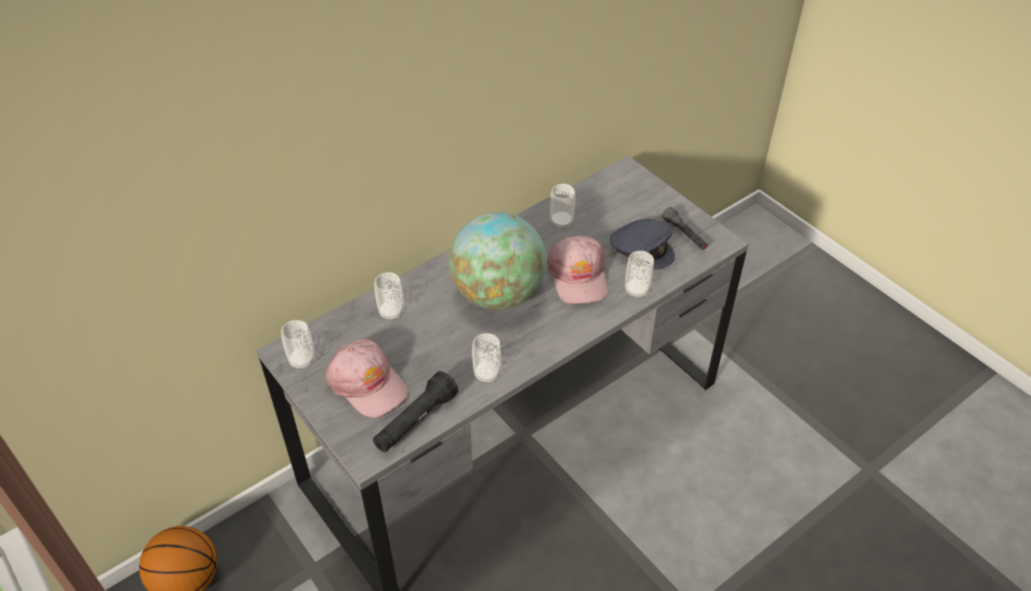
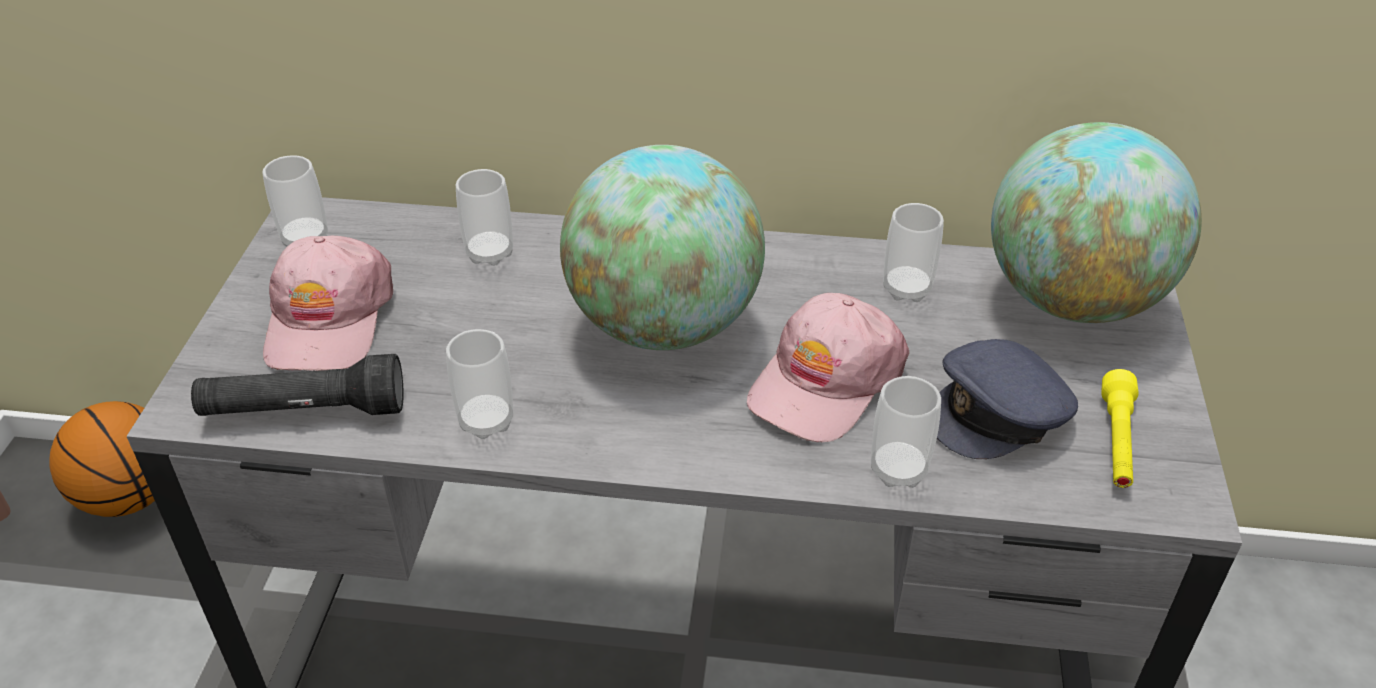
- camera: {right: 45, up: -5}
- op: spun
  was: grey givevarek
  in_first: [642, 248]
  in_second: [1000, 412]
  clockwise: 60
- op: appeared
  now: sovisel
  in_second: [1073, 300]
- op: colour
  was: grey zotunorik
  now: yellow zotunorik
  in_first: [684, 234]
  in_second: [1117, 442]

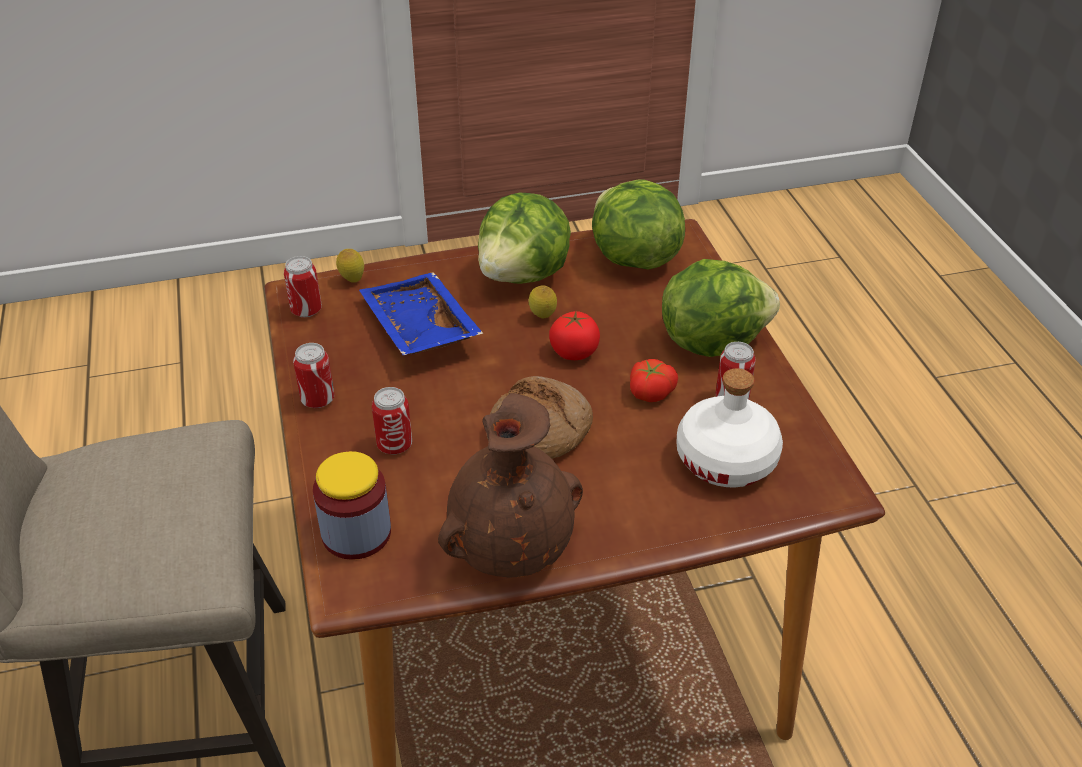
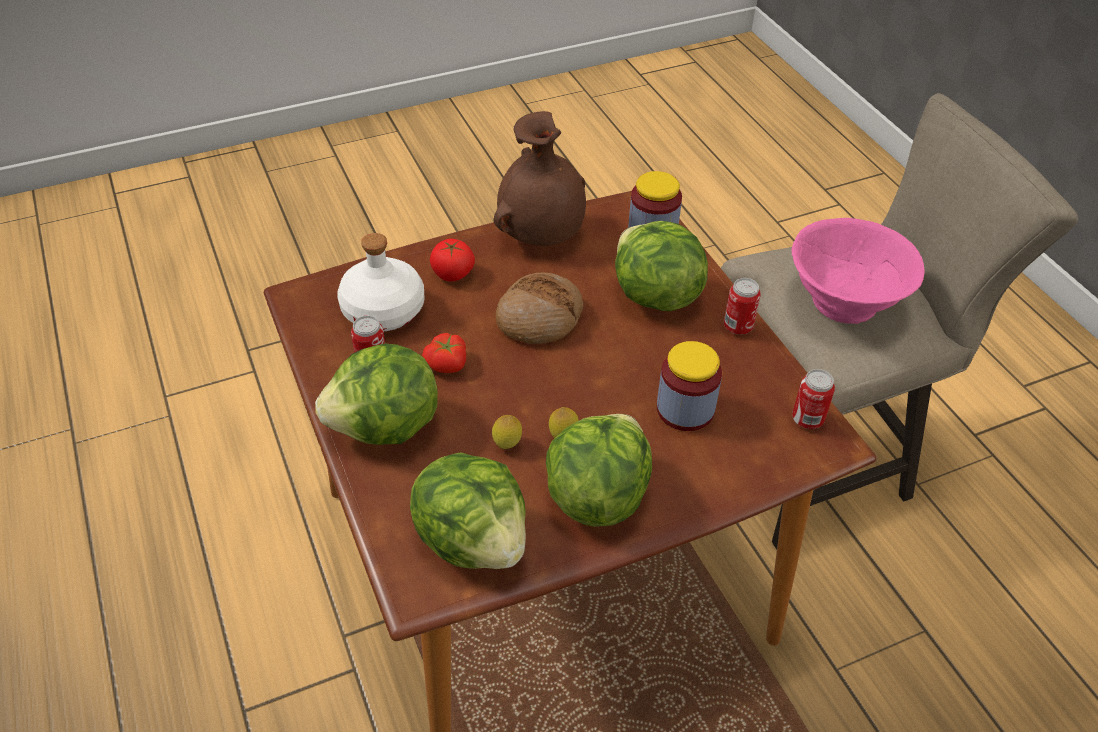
- camera: {right: 170, up: 5}
- op: relocated
  was: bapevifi
  in_first: [574, 351]
  in_second: [452, 274]
- op: relocated
  was: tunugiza
  in_first: [352, 280]
  in_second: [507, 445]
- op: exchanged
  was: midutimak
  now: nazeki
  in_first: [394, 445]
  in_second: [654, 296]
- op: exchanged
  was: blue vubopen
  now: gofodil
  in_first: [417, 329]
  in_second: [685, 409]
- op: appeared
  now: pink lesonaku
  in_second: [844, 301]

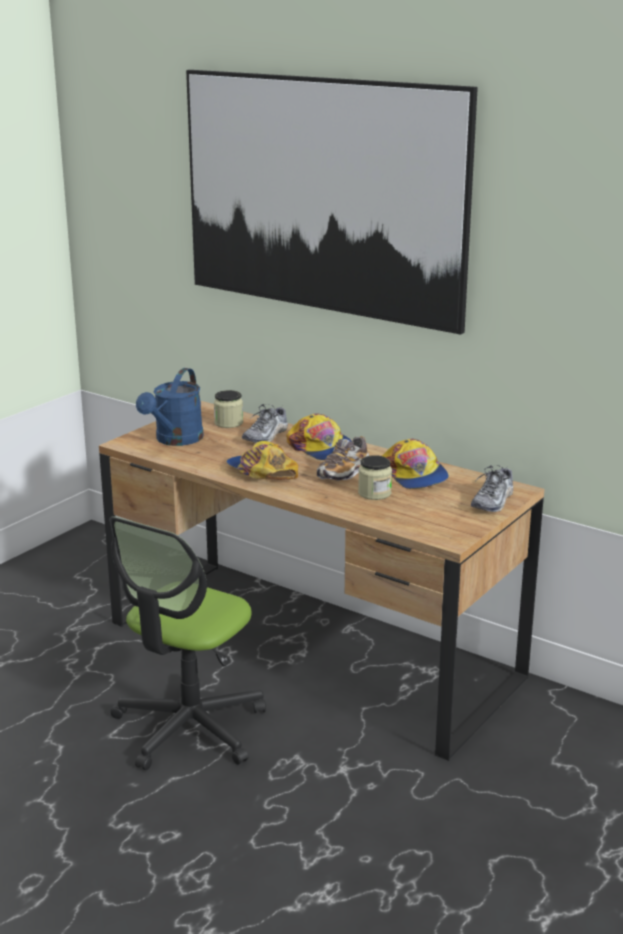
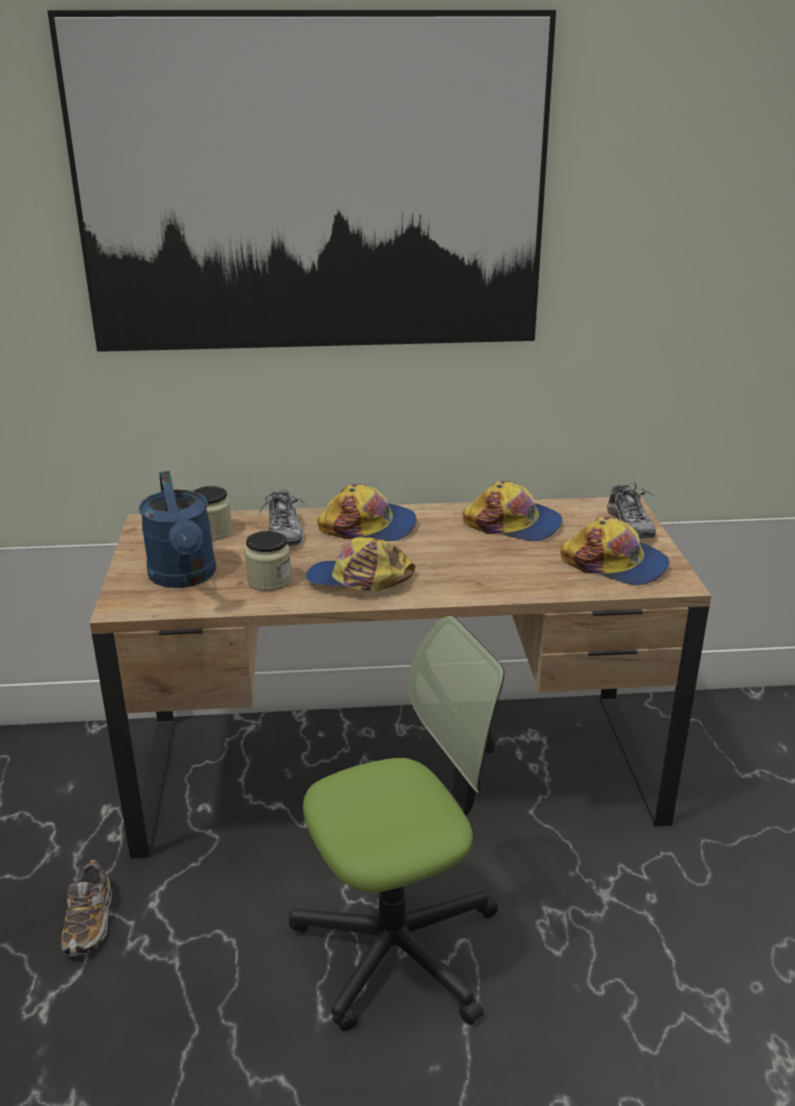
- camera: {right: -40, up: 5}
- op: relocated
  was: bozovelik
  in_first: [343, 473]
  in_second: [89, 922]
- op: relocated
  was: gofodil
  in_first: [374, 493]
  in_second: [269, 580]
- op: spun
  was: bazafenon
  in_first: [189, 727]
  in_second: [398, 945]
  clockwise: -105
- op: appeared
  now: givevarek
  in_second: [615, 564]

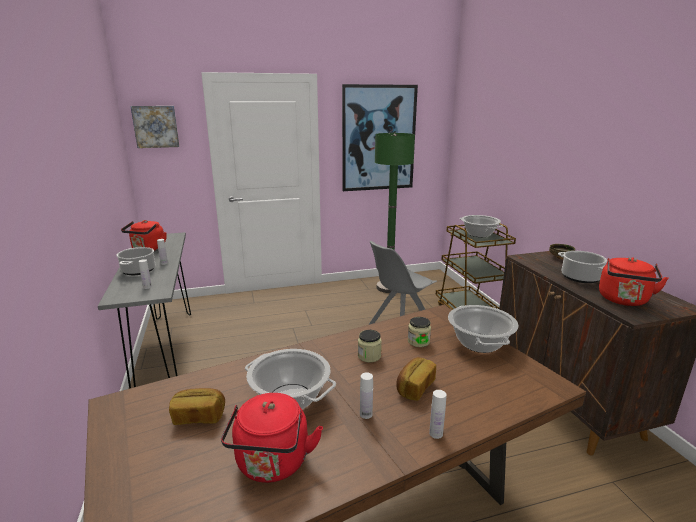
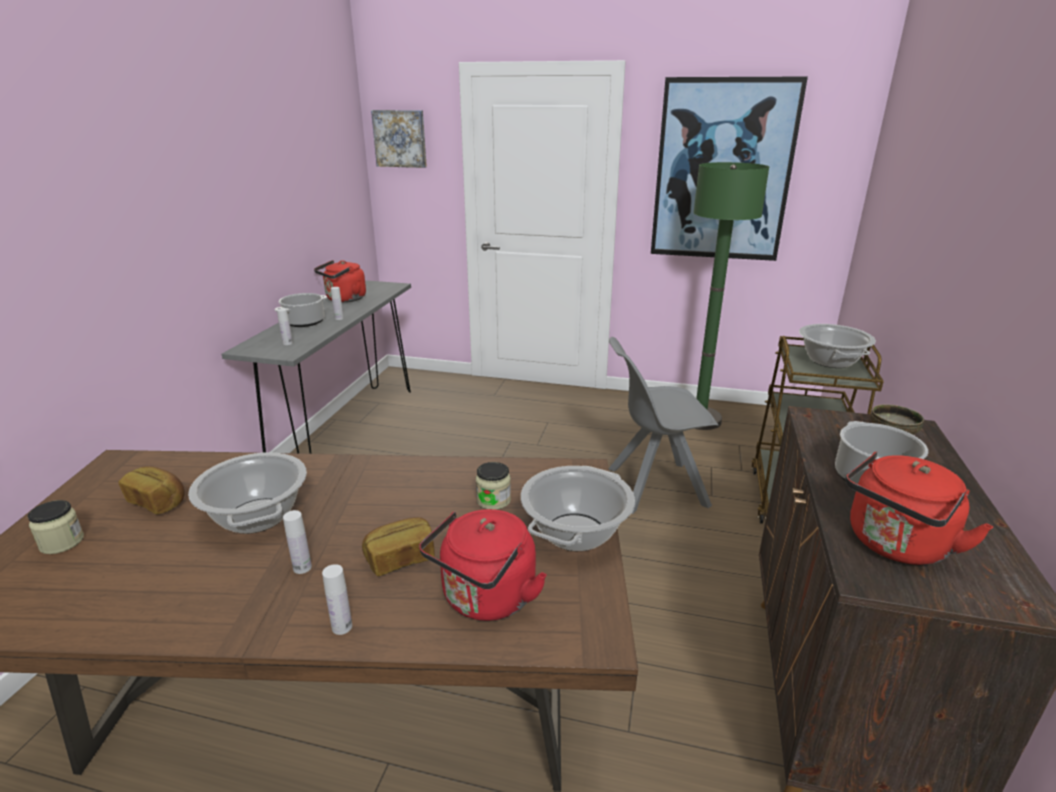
- camera: {right: 30, up: 5}
- op: relocated
  was: gofodil
  in_first: [369, 356]
  in_second: [62, 542]
- op: relocated
  was: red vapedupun
  in_first: [272, 464]
  in_second: [486, 600]

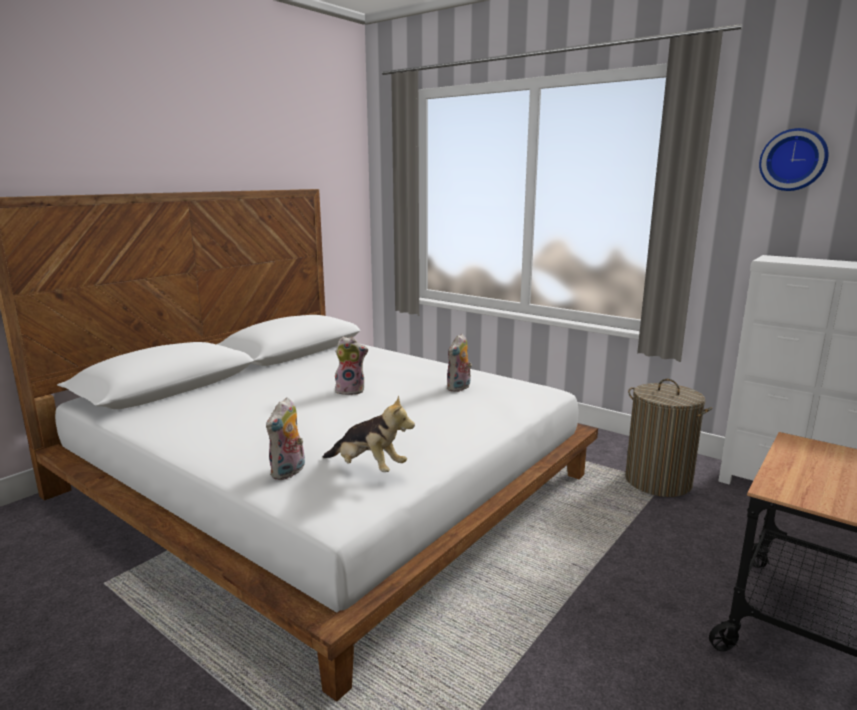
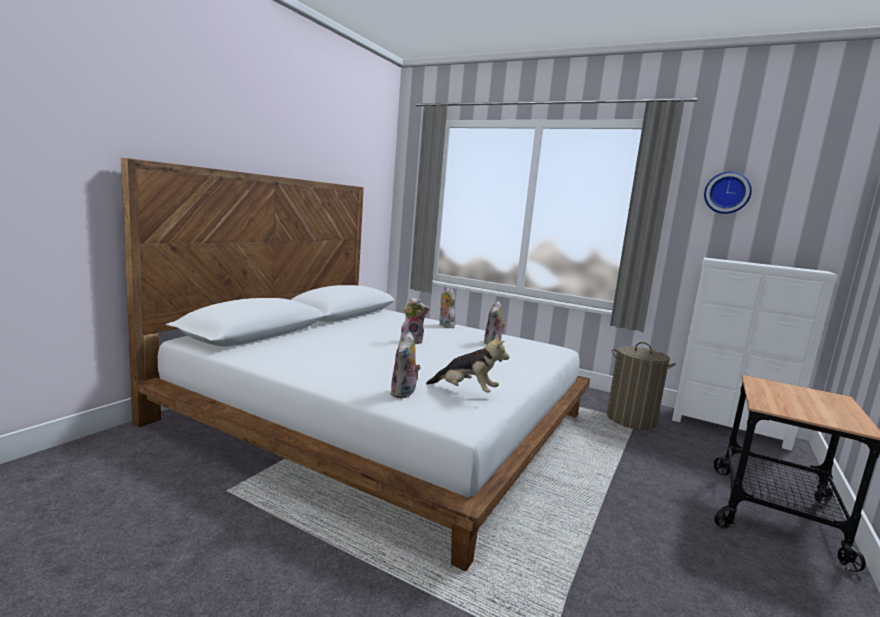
- camera: {right: -10, up: -5}
- op: appeared
  now: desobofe
  in_second: [445, 326]

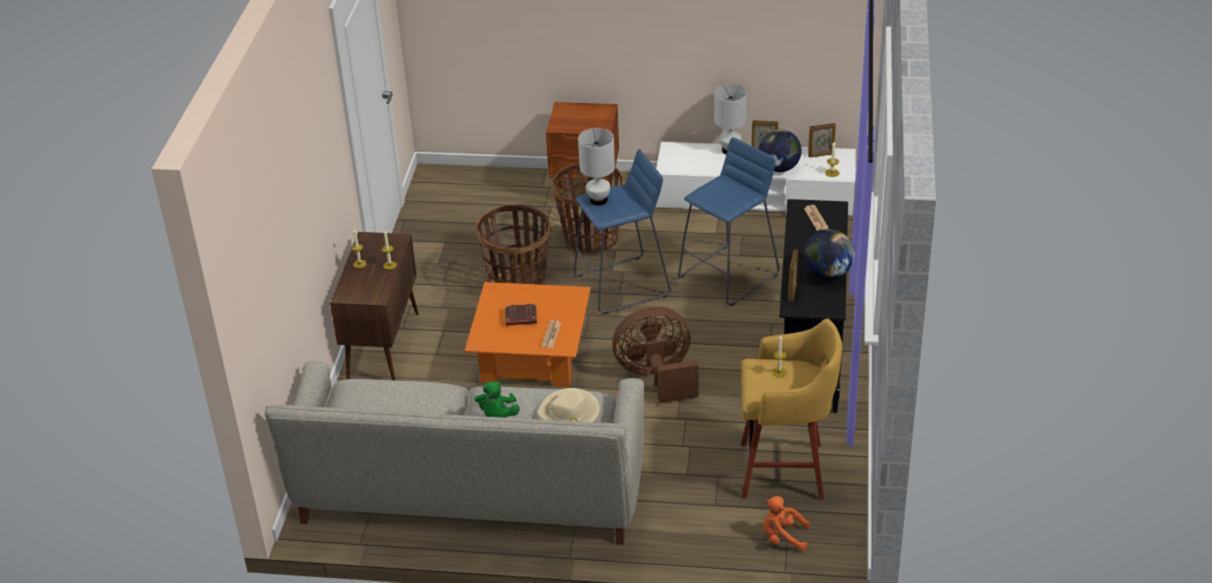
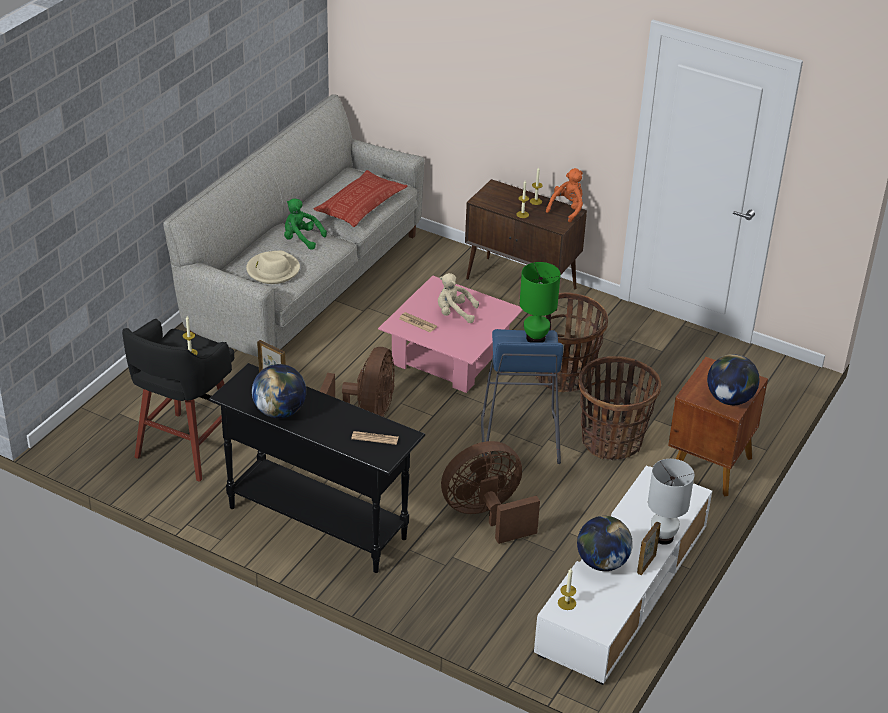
- camera: {right: 110, up: 0}
- op: colour
  was: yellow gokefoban
  now: black gokefoban
  in_first: [785, 471]
  in_second: [186, 448]
- op: appeared
  now: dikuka
  in_second: [361, 204]
- op: colour
  was: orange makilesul
  now: pink makilesul
  in_first: [532, 356]
  in_second: [450, 356]
- op: exchanged
  was: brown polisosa
  now: beige desobofe
  in_first: [520, 318]
  in_second: [454, 313]
- op: exchanged
  was: blue gokefoban
  now: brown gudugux
  in_first: [729, 275]
  in_second: [487, 515]
- op: colour
  was: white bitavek
  now: green bitavek
  in_first: [599, 200]
  in_second: [536, 338]
- op: relocated
  was: orange desobofe
  in_first: [783, 537]
  in_second: [567, 209]
- op: appeared
  now: sovisel
  in_second: [729, 399]
- op: missing
  was: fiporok
  in_first: [821, 155]

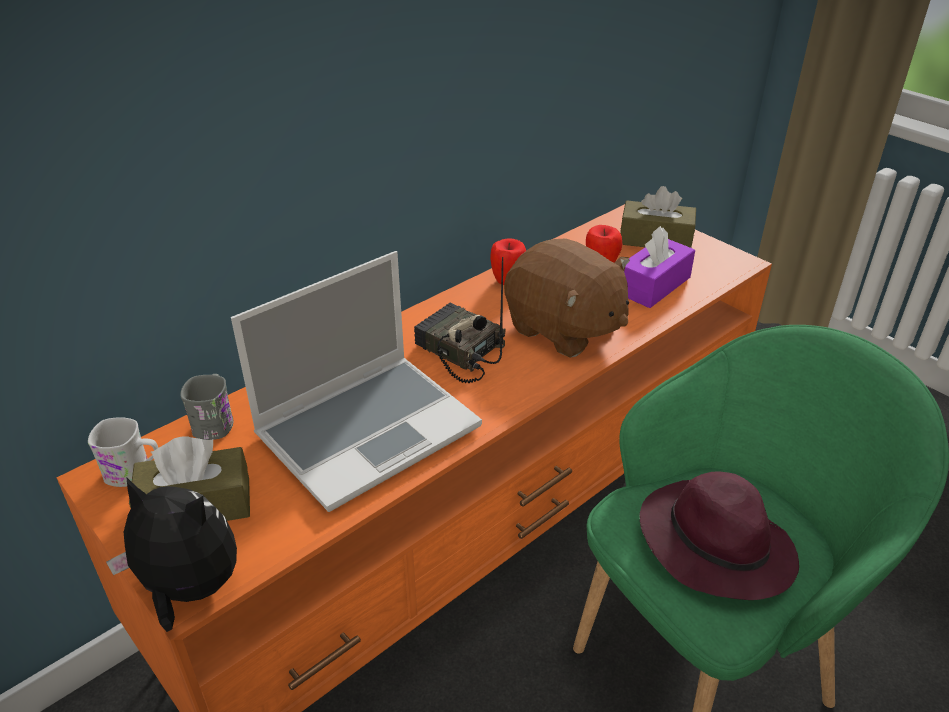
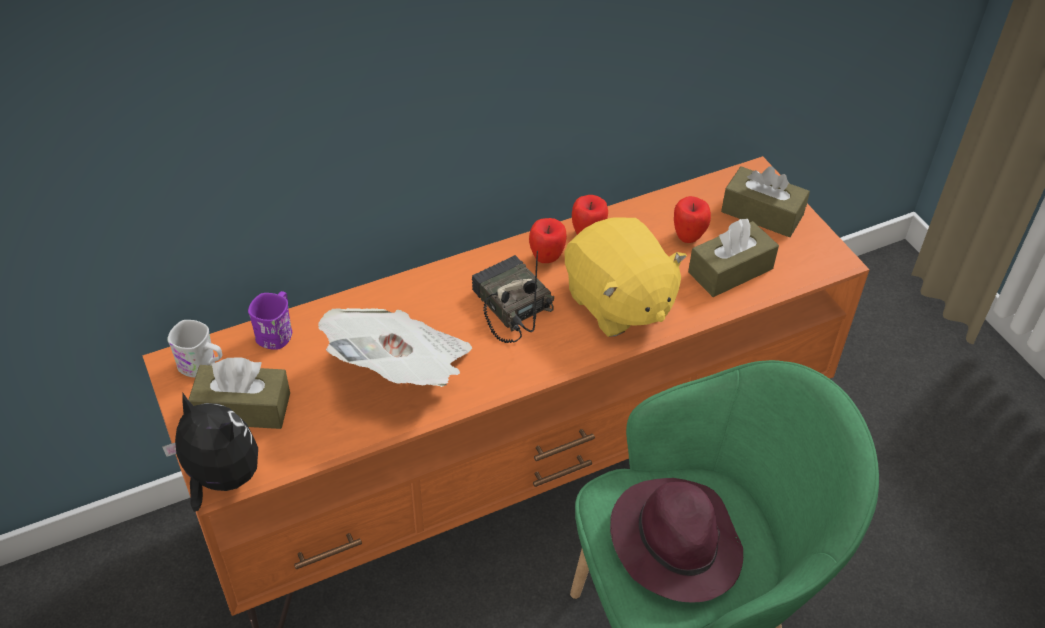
- camera: {right: 15, up: 10}
- op: colour
  was: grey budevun
  now: purple budevun
  in_first: [215, 421]
  in_second: [277, 331]
- op: exchanged
  was: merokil
  now: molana
  in_first: [369, 429]
  in_second: [401, 370]
- op: appeared
  now: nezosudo
  in_second: [546, 258]
- op: colour
  was: brown desobofe
  now: yellow desobofe
  in_first: [564, 329]
  in_second: [618, 303]
- op: colour
  was: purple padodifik
  now: brown padodifik
  in_first: [653, 285]
  in_second: [730, 270]

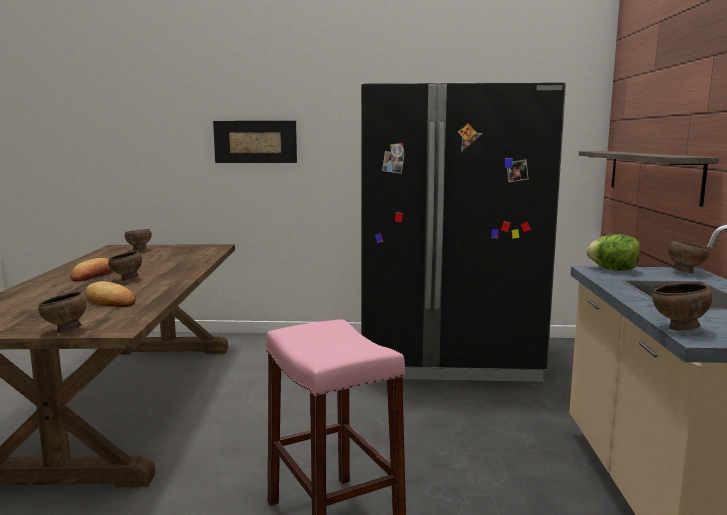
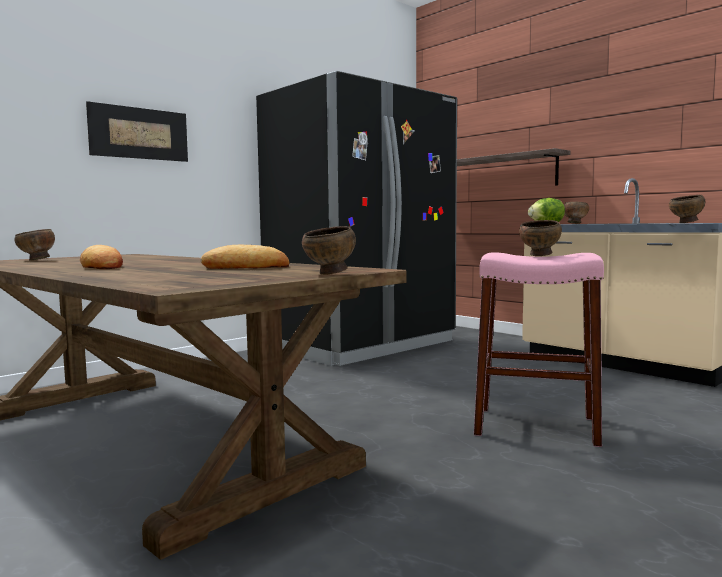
- camera: {right: -45, up: -5}
- op: relocated
  was: brown lesonaku
  in_first: [127, 280]
  in_second: [540, 256]

